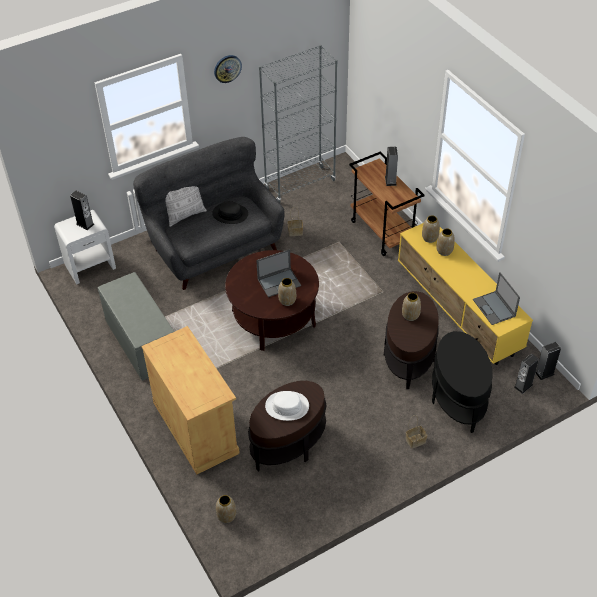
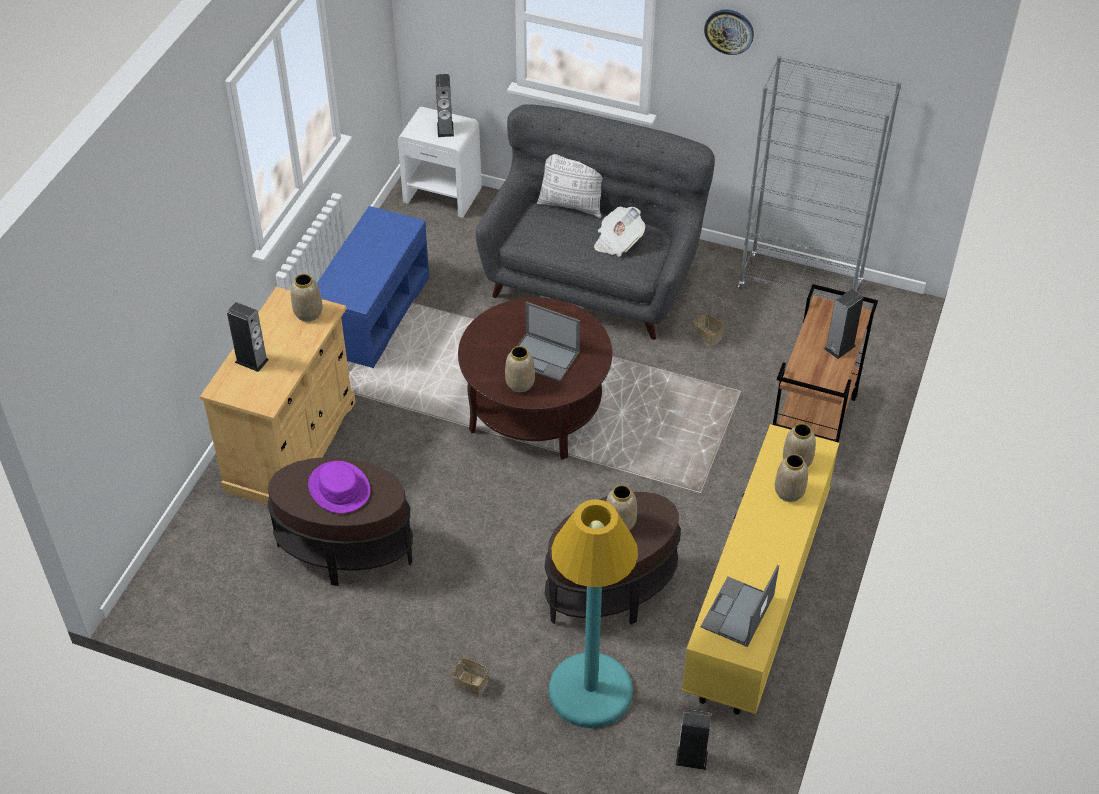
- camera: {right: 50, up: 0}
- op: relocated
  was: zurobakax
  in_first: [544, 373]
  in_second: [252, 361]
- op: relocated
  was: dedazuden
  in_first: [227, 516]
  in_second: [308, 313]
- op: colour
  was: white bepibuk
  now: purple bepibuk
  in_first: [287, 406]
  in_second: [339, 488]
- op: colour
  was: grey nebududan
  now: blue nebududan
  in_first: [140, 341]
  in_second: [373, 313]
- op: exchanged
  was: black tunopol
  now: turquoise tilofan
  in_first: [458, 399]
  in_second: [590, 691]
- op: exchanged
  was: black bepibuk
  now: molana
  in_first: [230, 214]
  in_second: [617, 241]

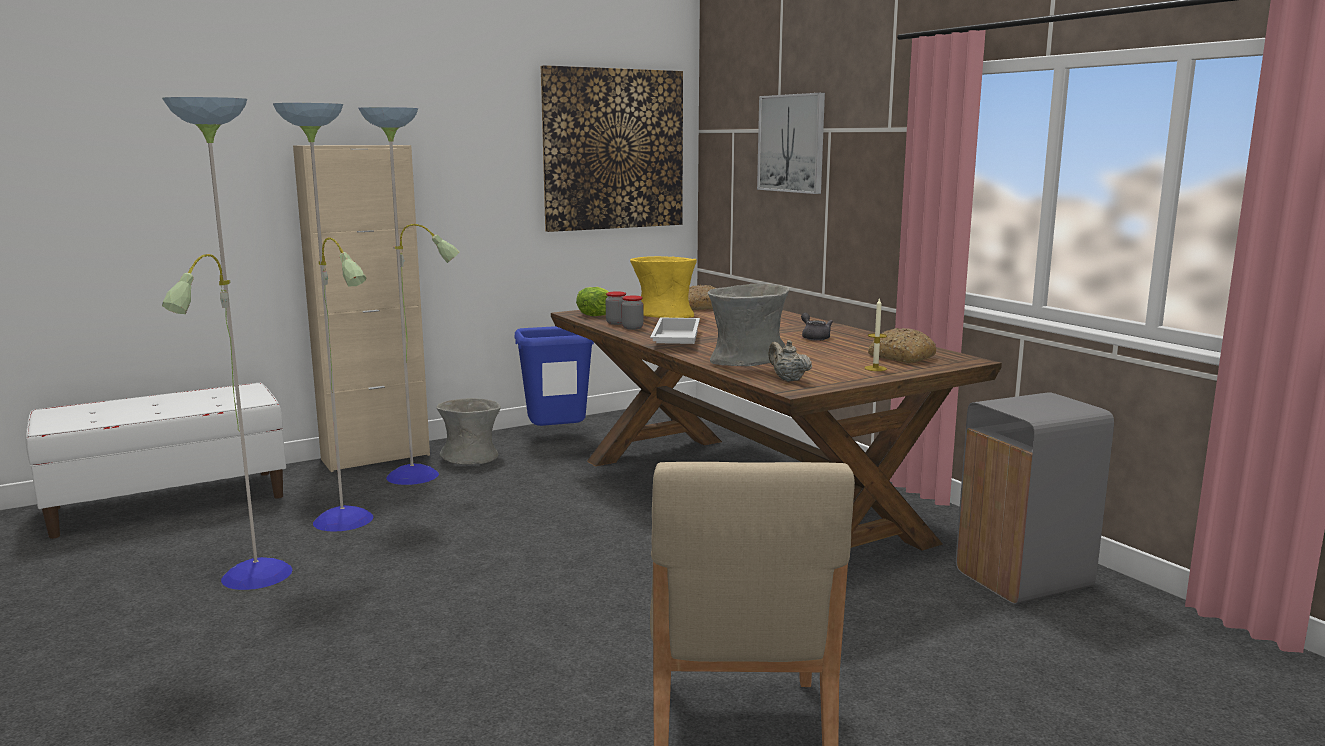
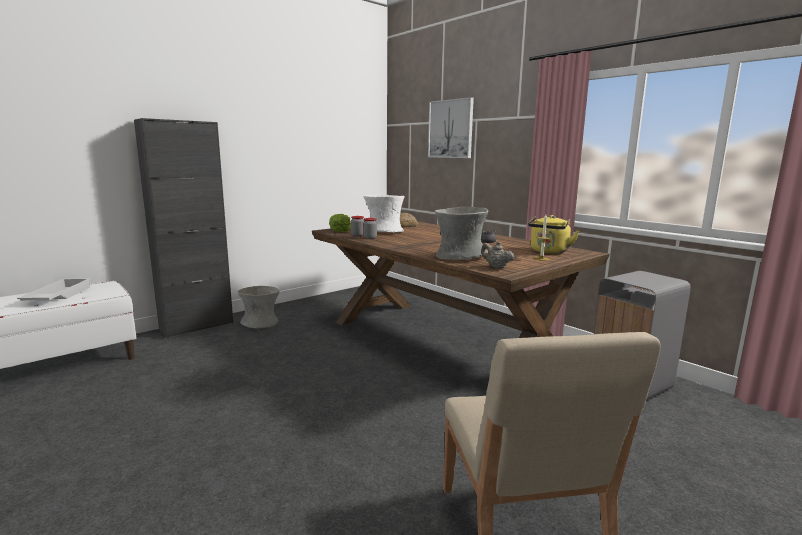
- camera: {right: -10, up: 0}
- op: relocated
  was: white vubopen
  in_first: [674, 340]
  in_second: [57, 296]
- op: colour
  was: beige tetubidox
  now: black tetubidox
  in_first: [375, 457]
  in_second: [197, 326]
- op: colour
  was: yellow dedazuden
  now: white dedazuden
  in_first: [663, 316]
  in_second: [384, 231]
- op: exchanged
  was: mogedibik
  now: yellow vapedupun
  in_first: [901, 357]
  in_second: [548, 252]
- op: missing
  was: tilofan
  in_first: [347, 520]
- op: missing
  was: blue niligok
  in_first: [556, 438]
- op: missing
  was: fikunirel
  in_first: [613, 149]

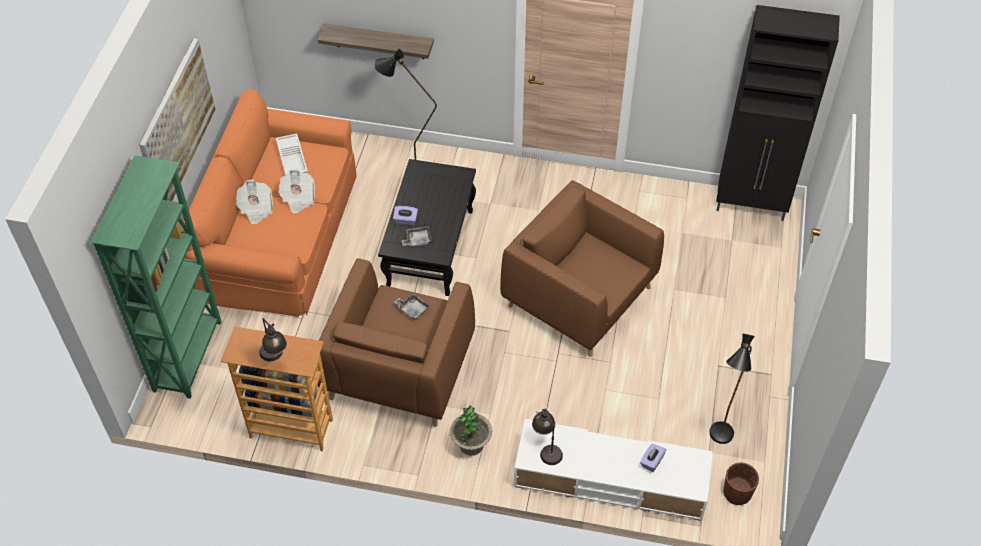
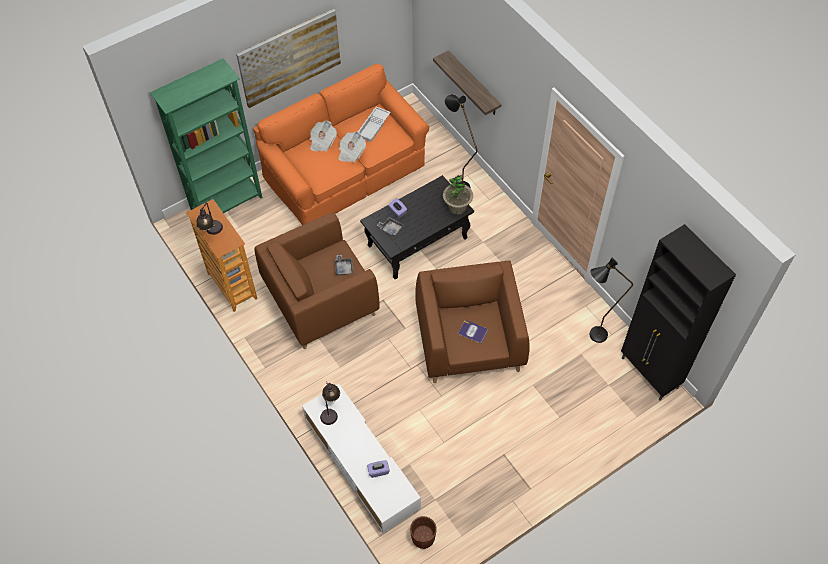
- camera: {right: 45, up: 5}
- op: relocated
  was: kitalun
  in_first: [471, 445]
  in_second: [457, 207]
- op: appeared
  now: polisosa
  in_second: [472, 332]
- op: relocated
  was: black tilofan
  in_first: [719, 441]
  in_second: [592, 337]

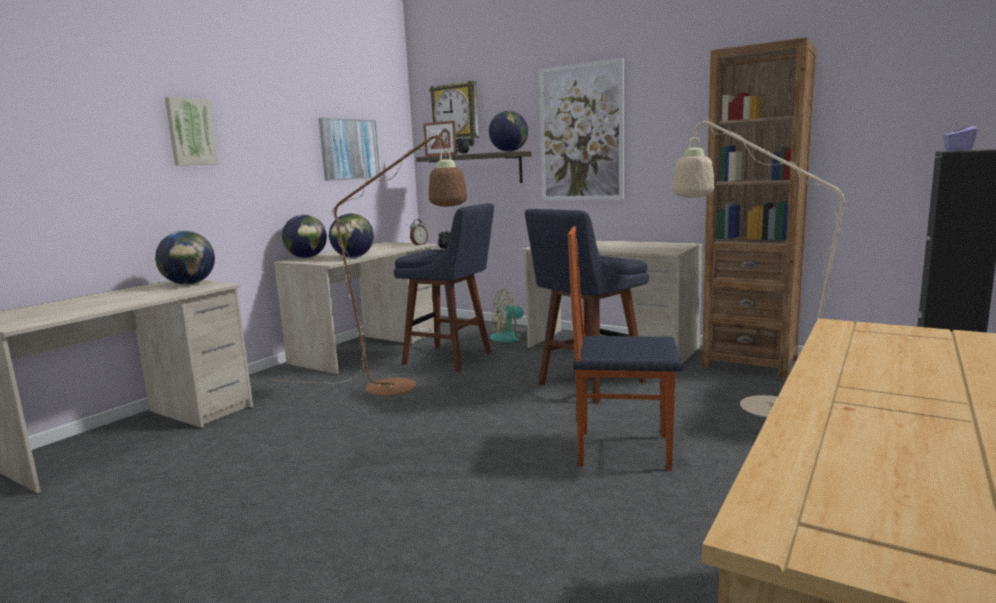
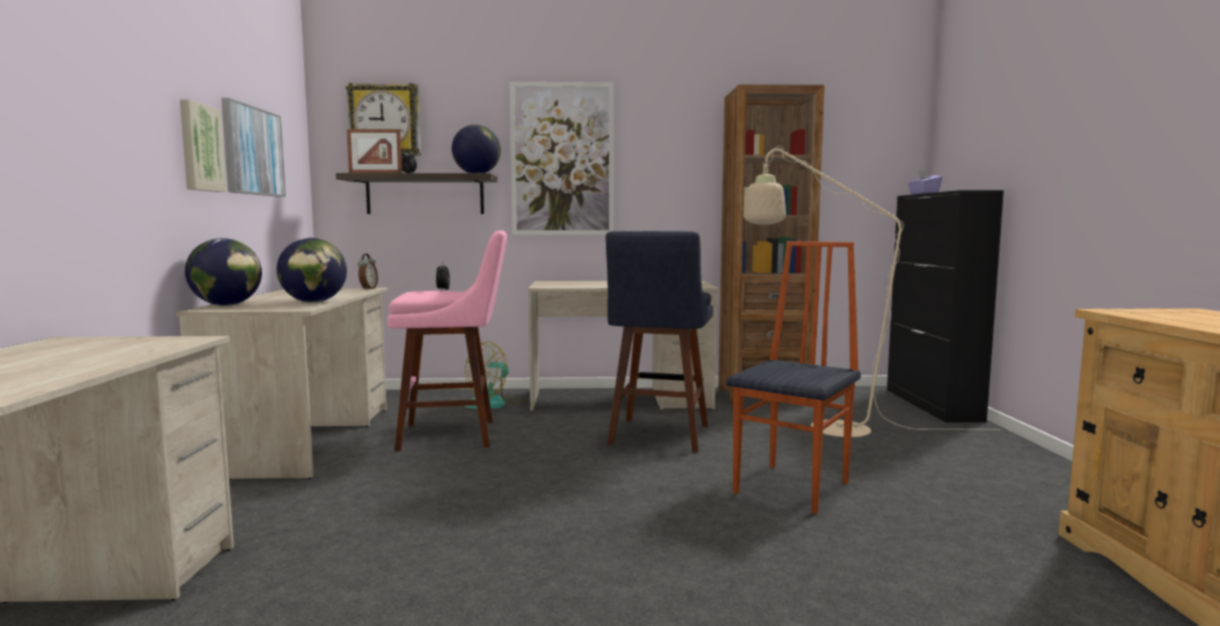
- camera: {right: -35, up: -5}
- op: relocated
  was: fikunirel
  in_first: [190, 132]
  in_second: [200, 148]
- op: colour
  was: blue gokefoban
  now: pink gokefoban
  in_first: [452, 359]
  in_second: [455, 435]
- op: spun
  was: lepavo
  in_first: [622, 449]
  in_second: [794, 488]
  clockwise: 150
- op: missing
  was: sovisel
  in_first: [189, 284]
- op: missing
  was: brown tilofan
  in_first: [404, 387]

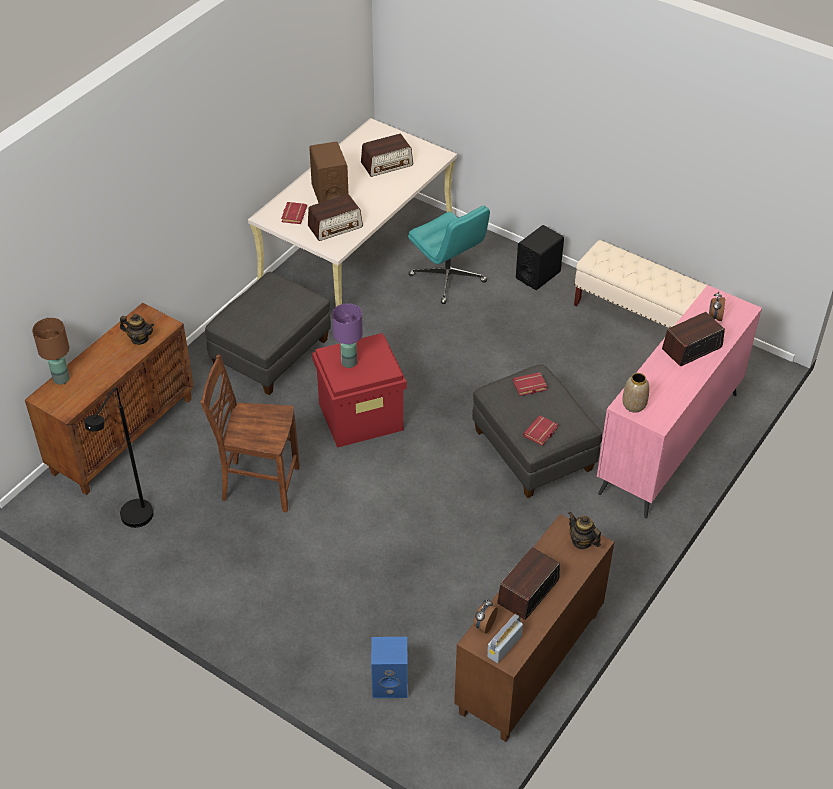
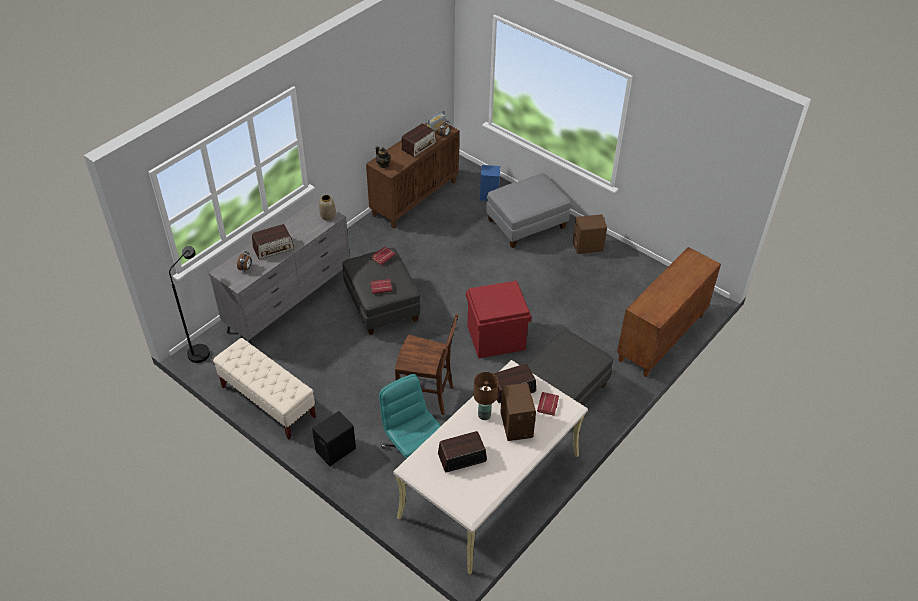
- camera: {right: -175, up: 0}
- op: relocated
  was: black tilofan
  in_first: [134, 522]
  in_second: [201, 349]
- op: colour
  was: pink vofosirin
  now: grey vofosirin
  in_first: [668, 443]
  in_second: [290, 303]
- op: relocated
  was: brown lepavo
  in_first: [259, 484]
  in_second: [426, 396]
- op: relocated
  was: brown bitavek
  in_first: [61, 379]
  in_second: [484, 415]
- op: appeared
  now: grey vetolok
  in_second: [527, 224]
- op: appeared
  now: brown zurobakax
  in_second: [588, 246]
- op: missing
  was: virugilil
  in_first: [139, 339]
- op: missing
  was: purple bitavek
  in_first: [349, 363]

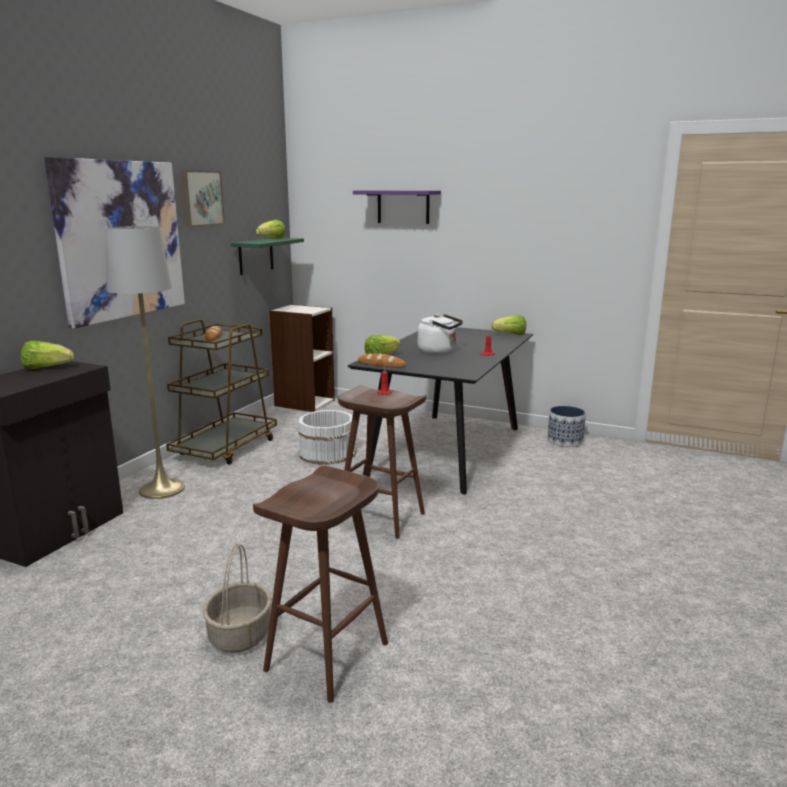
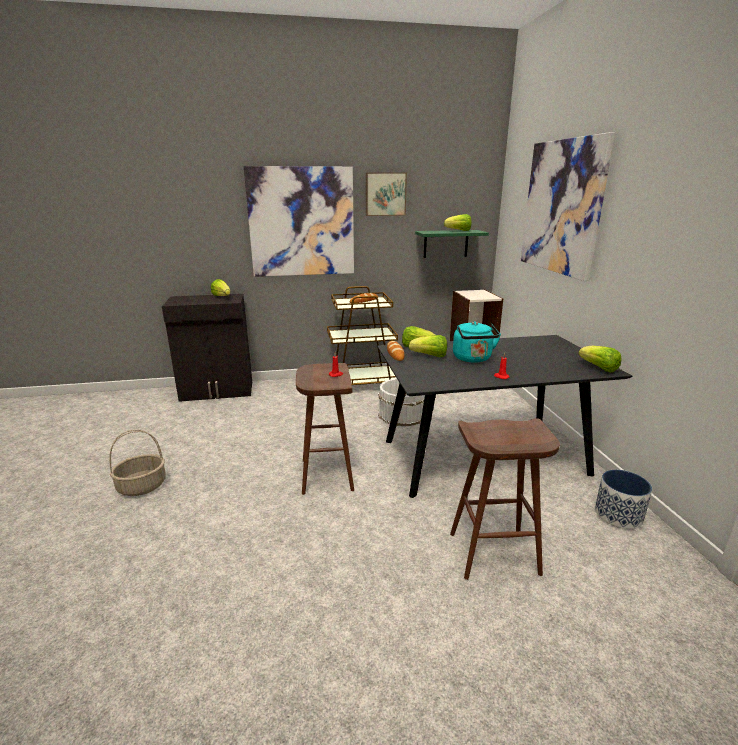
- camera: {right: 55, up: 5}
- op: appeared
  now: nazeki
  in_second: [430, 356]
- op: relocated
  was: brown gokefoban
  in_first: [327, 658]
  in_second: [492, 554]
- op: colour
  was: white vapedupun
  now: turquoise vapedupun
  in_first: [439, 351]
  in_second: [473, 359]
- op: exchanged
  was: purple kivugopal
  now: fikunirel
  in_first: [403, 207]
  in_second: [562, 207]
- op: missing
  was: grey tilofan
  in_first: [162, 489]

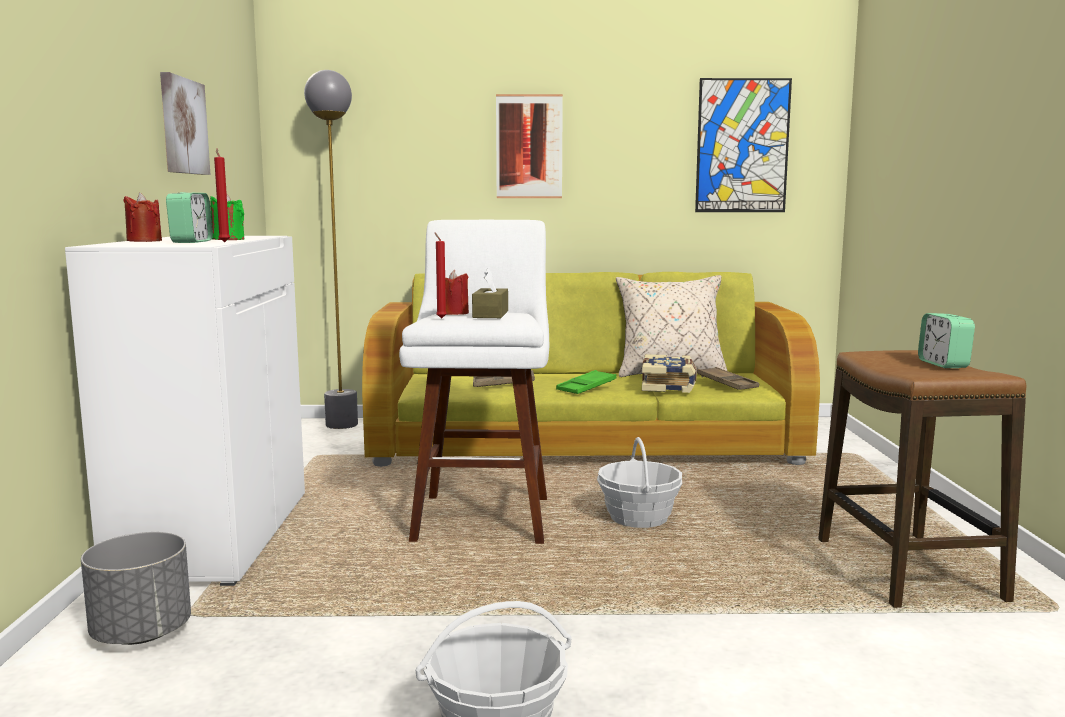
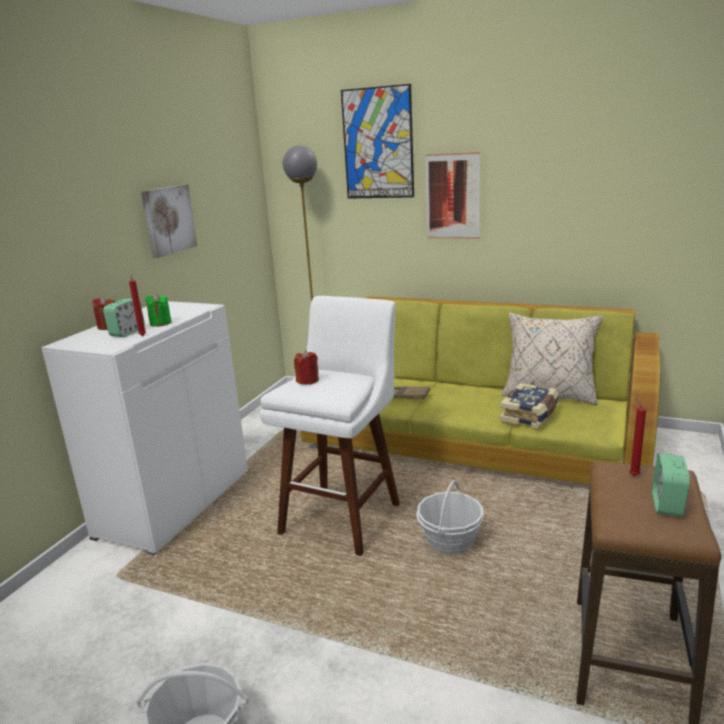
- camera: {right: 25, up: 10}
- op: relocated
  was: fikunirel
  in_first: [742, 146]
  in_second: [378, 144]
- op: relocated
  was: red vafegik
  in_first: [440, 318]
  in_second: [633, 475]
- op: missing
  was: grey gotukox
  in_first: [140, 634]
- op: missing
  was: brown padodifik
  in_first: [490, 314]
- op: missing
  was: green vubopen
  in_first: [586, 387]
- op: missing
  was: brown vubopen
  in_first: [727, 383]

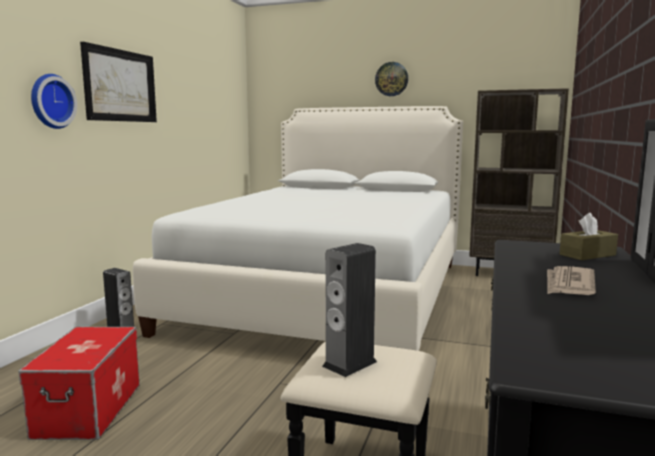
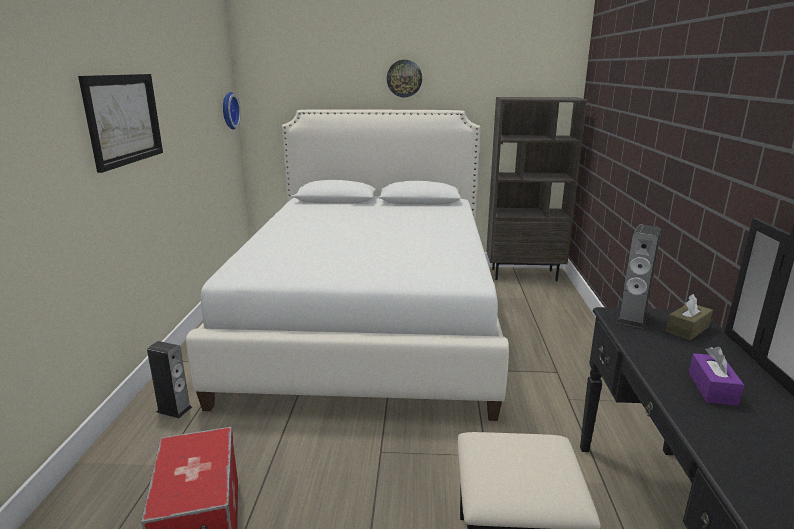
- camera: {right: -15, up: 10}
- op: relocated
  was: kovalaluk
  in_first: [50, 101]
  in_second: [228, 110]
- op: relocated
  was: zurobakax
  in_first: [349, 364]
  in_second: [632, 318]
- op: exchanged
  was: molana
  now: purple padodifik
  in_first: [569, 285]
  in_second: [712, 388]

